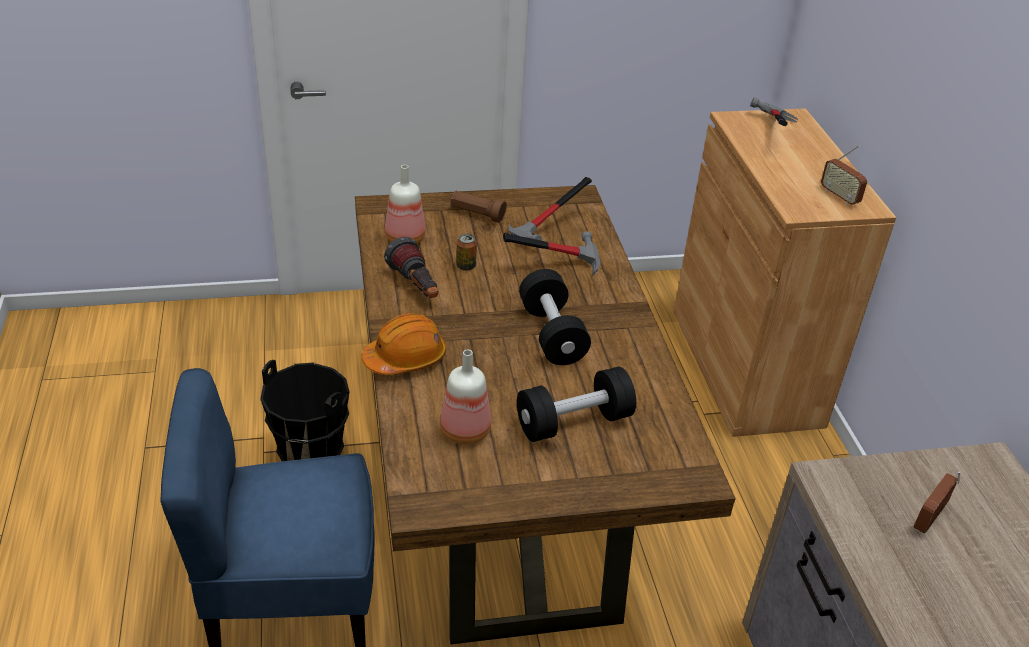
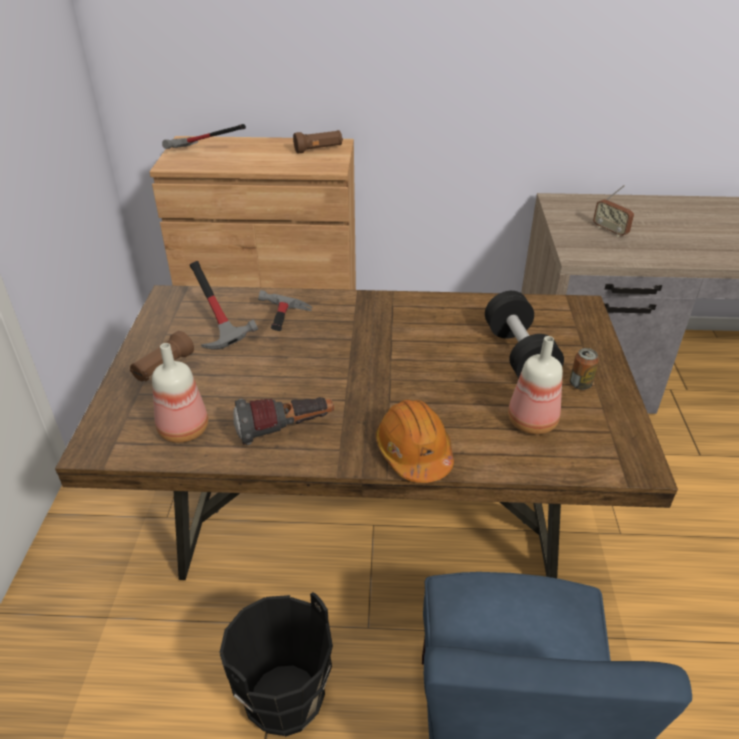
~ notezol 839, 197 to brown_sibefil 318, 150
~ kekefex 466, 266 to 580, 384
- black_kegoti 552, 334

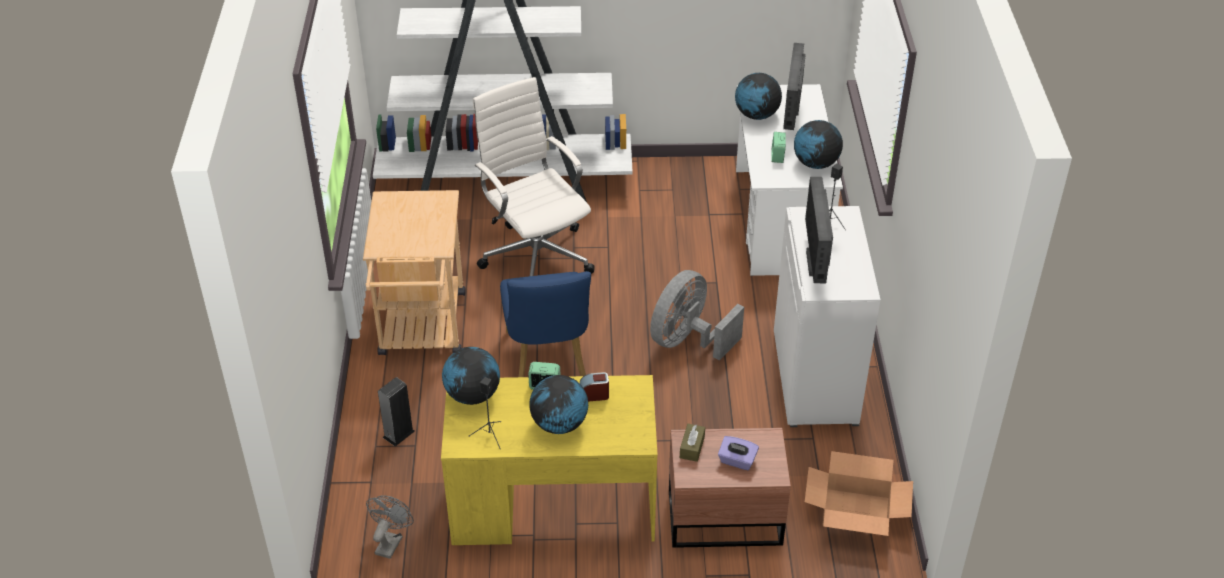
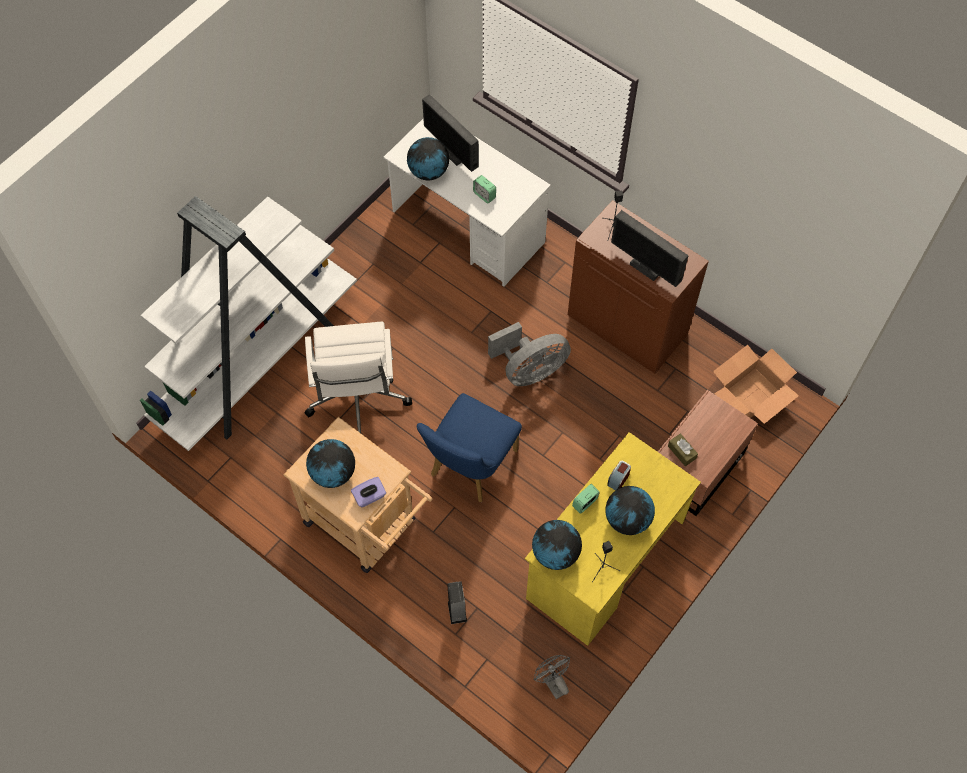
~ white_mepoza 536, 255 = 357, 398 105 degrees counterclockwise
~ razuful 815, 163 to 333, 473
~ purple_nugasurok 737, 461 to 369, 496
~ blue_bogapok 547, 359 = 469, 467 90 degrees clockwise
~ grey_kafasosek 688, 341 = 530, 370 105 degrees counterclockwise
~ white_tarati 816, 378 to brown_tarati 628, 325

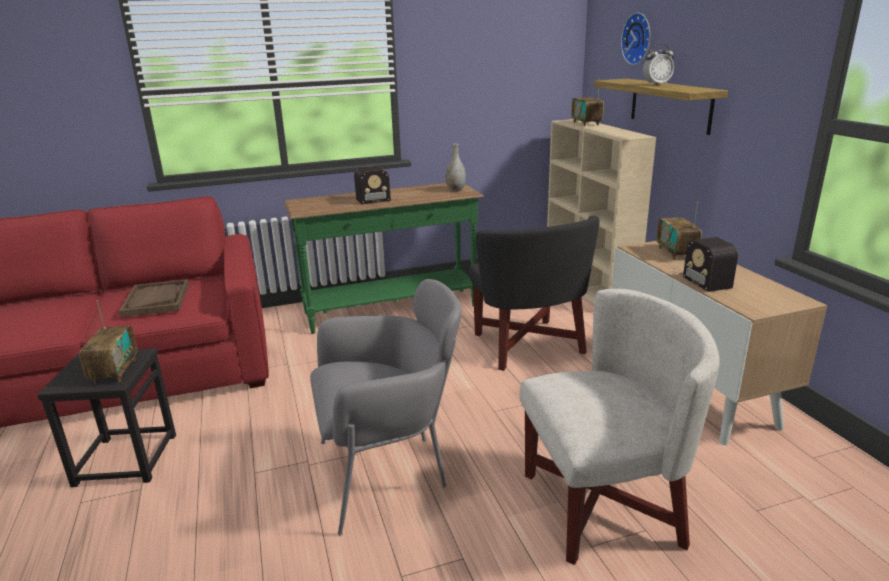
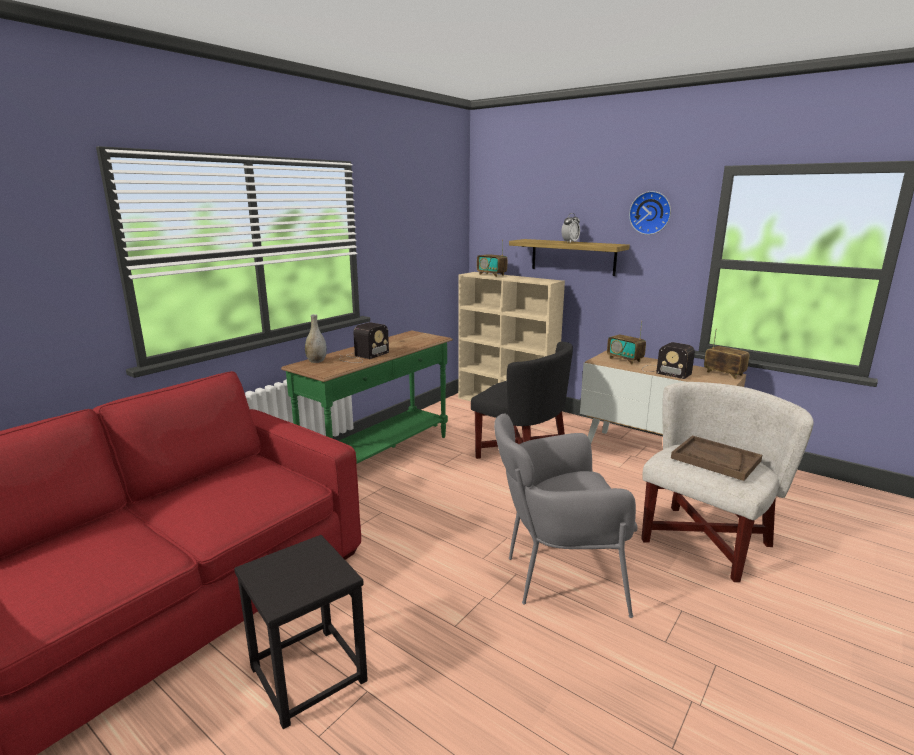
~ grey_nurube 456, 189 to 316, 361
~ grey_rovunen 389, 471 = 556, 577 135 degrees counterclockwise
~ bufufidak 638, 38 to 650, 213
~ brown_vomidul 156, 300 to 715, 459
~ notezol 114, 371 to 724, 373

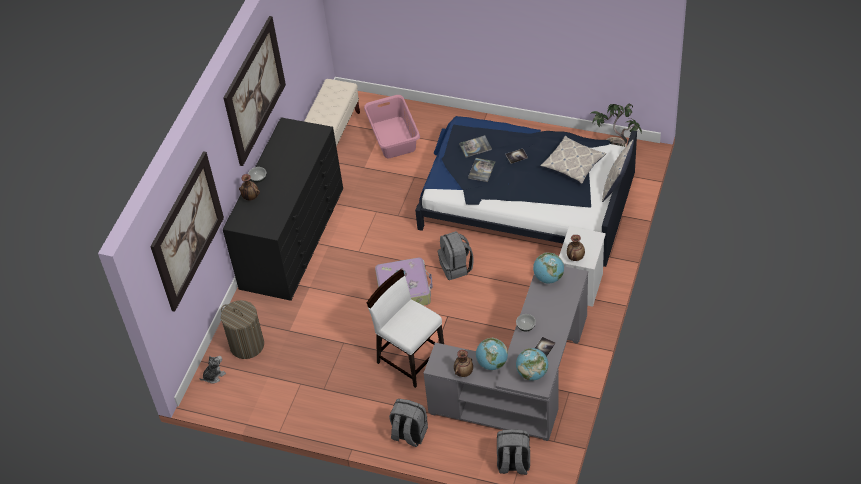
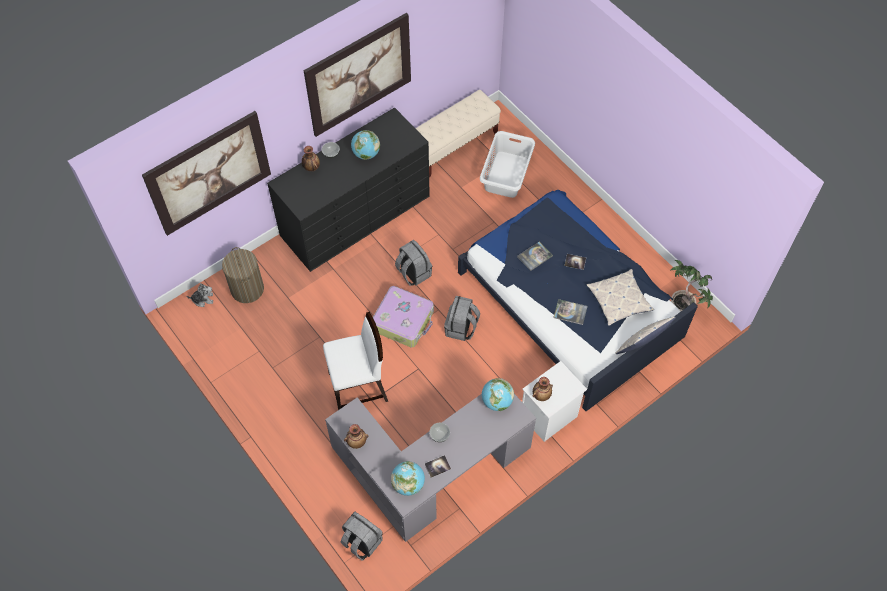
~ white_bogapok 410, 358 = 359, 387 90 degrees clockwise
~ razuful 492, 363 to 366, 154
~ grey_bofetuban 409, 434 to 413, 273
~ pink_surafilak 394, 137 to white_surafilak 507, 174
~ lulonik 475, 147 to 570, 312

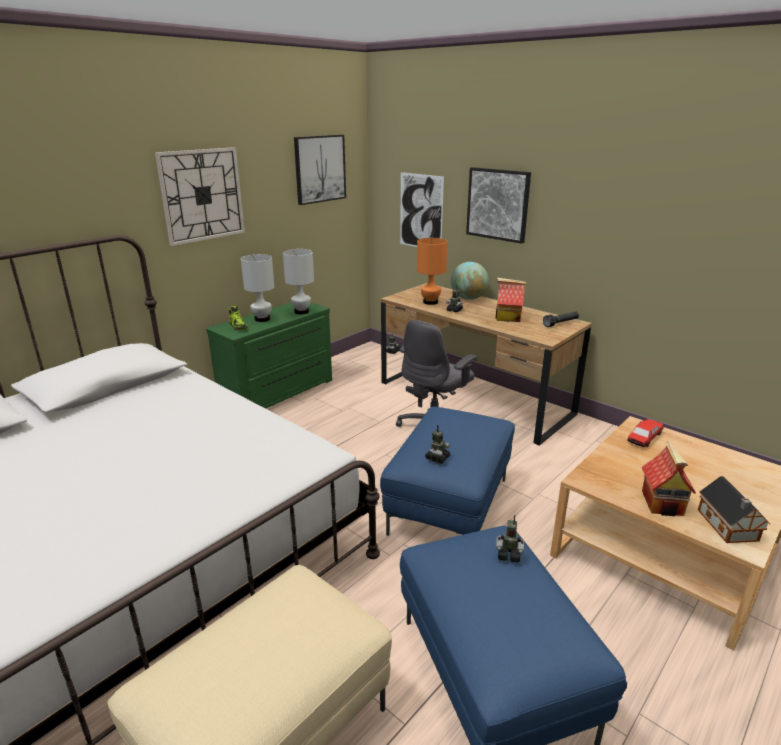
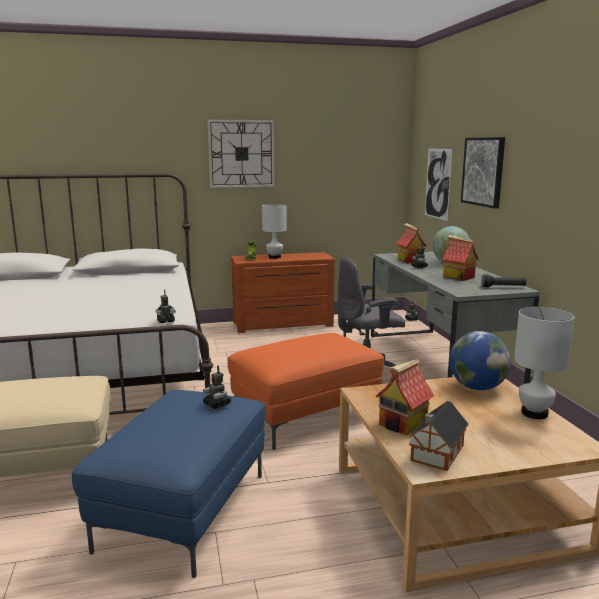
~ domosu 437, 458 to 165, 321
~ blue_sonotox 448, 505 to orange_sonotox 305, 416
~ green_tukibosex 279, 393 to brown_tukibosex 283, 325
~ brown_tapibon 474, 398 to grey_tapibon 437, 362
~ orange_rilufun 430, 302 to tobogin 409, 260
~ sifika 644, 438 to razuful 477, 387
~ white_rilufun 301, 311 to 535, 413
- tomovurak 319, 169

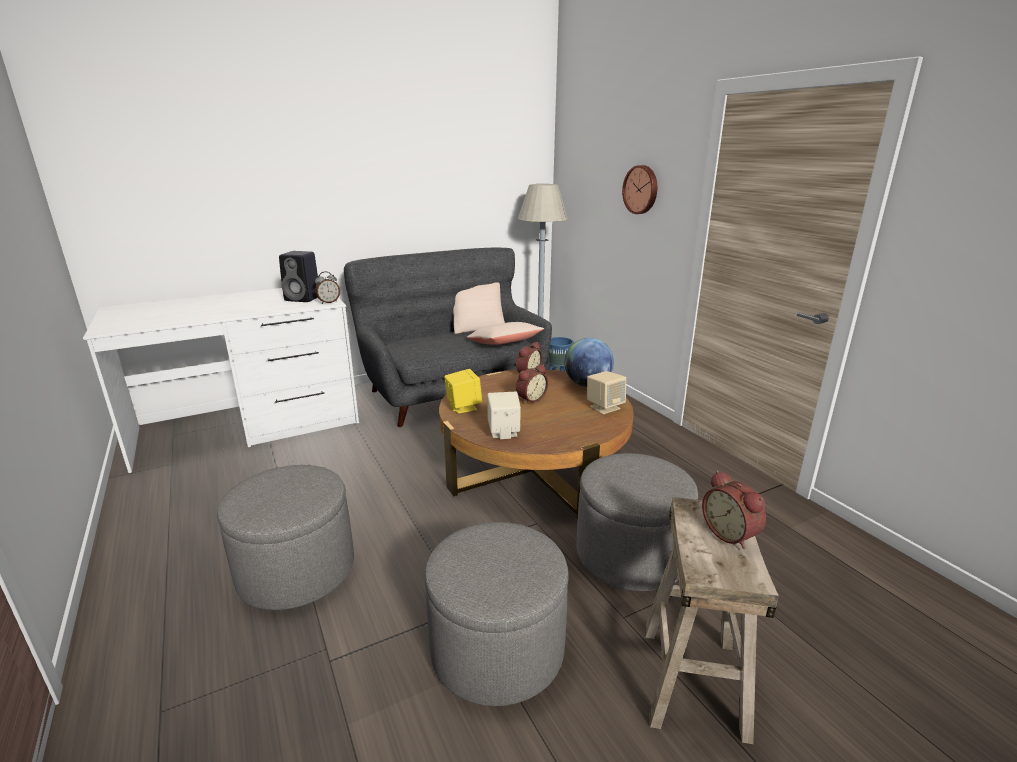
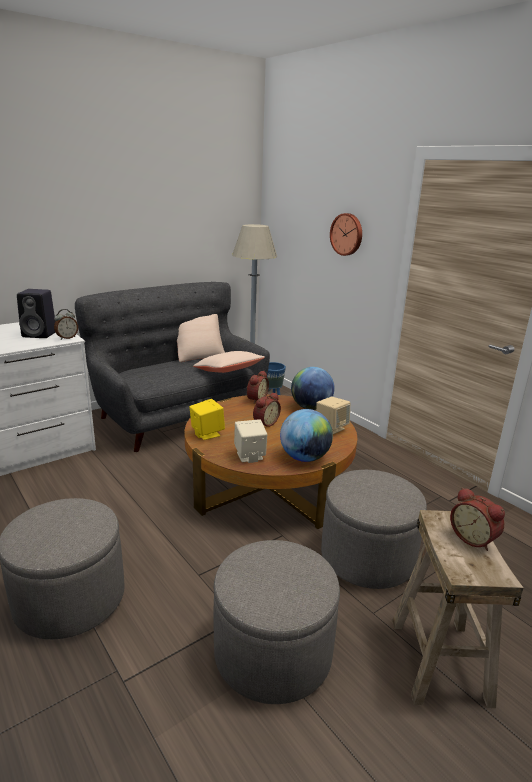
+ razuful 304, 458

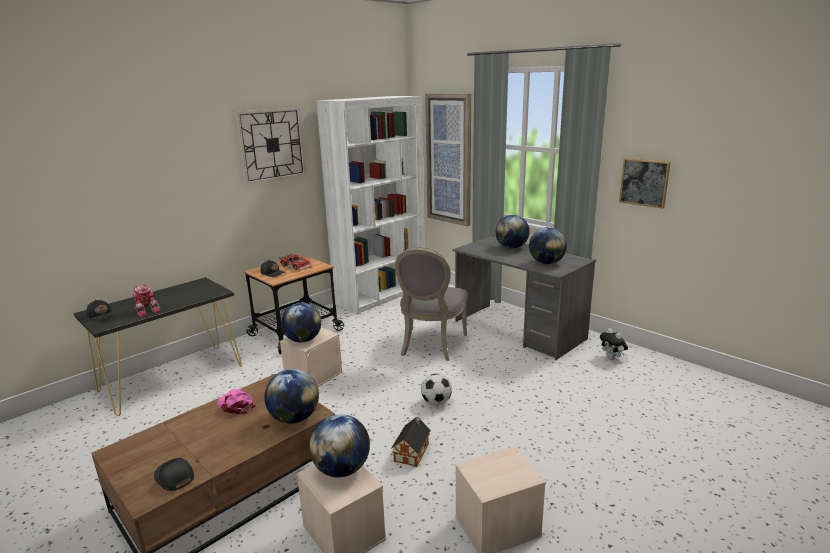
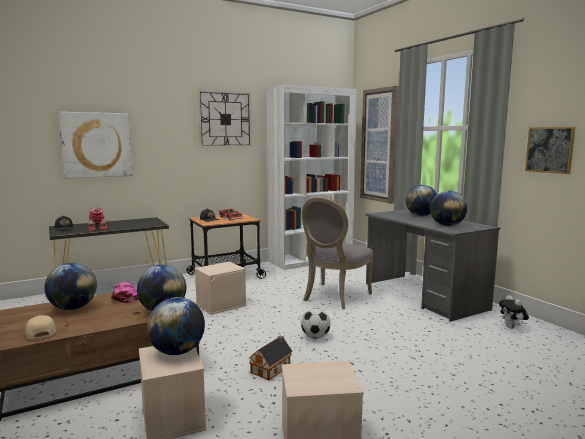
~ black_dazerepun 174, 478 to beige_dazerepun 39, 333
~ razuful 303, 340 to 73, 308
+ tomovurak 96, 145

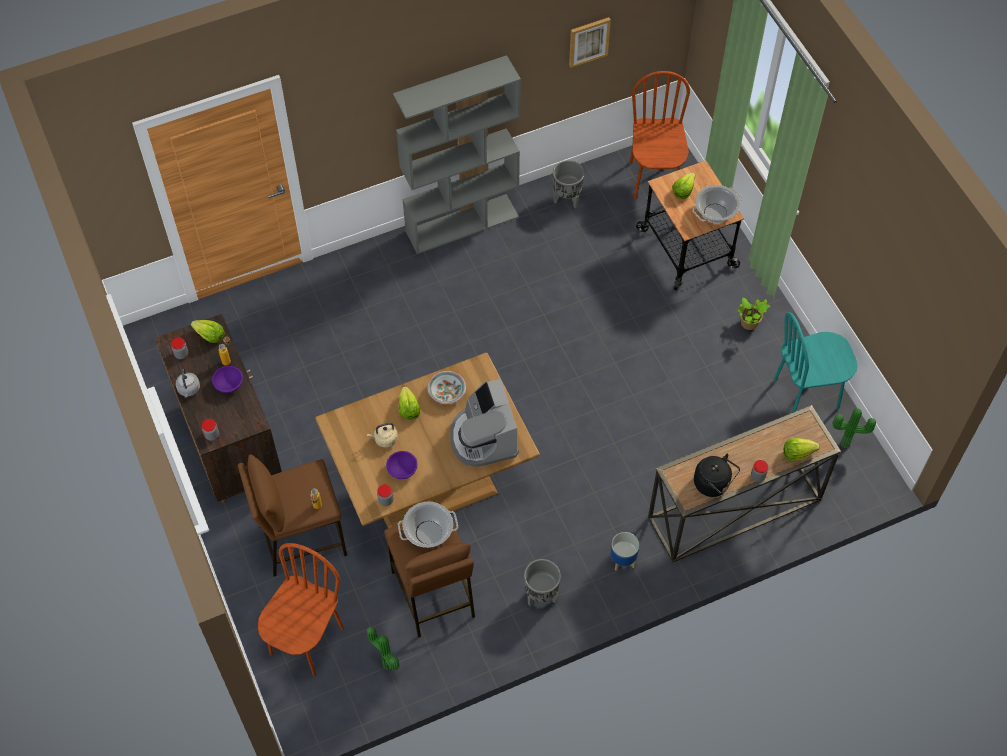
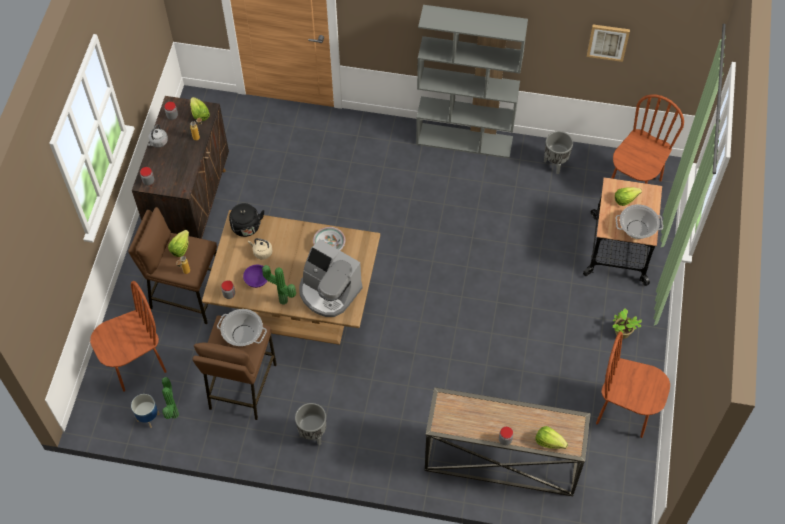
~ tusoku 623, 560 to 148, 418
~ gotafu 408, 409 to 180, 248
~ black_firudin 713, 484 to 246, 228
~ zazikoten 845, 445 to 282, 302
~ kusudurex 483, 438 = 329, 291 75 degrees counterclockwise
~ turquoise_bogapok 806, 394 to brown_bogapok 624, 411
- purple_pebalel 228, 384

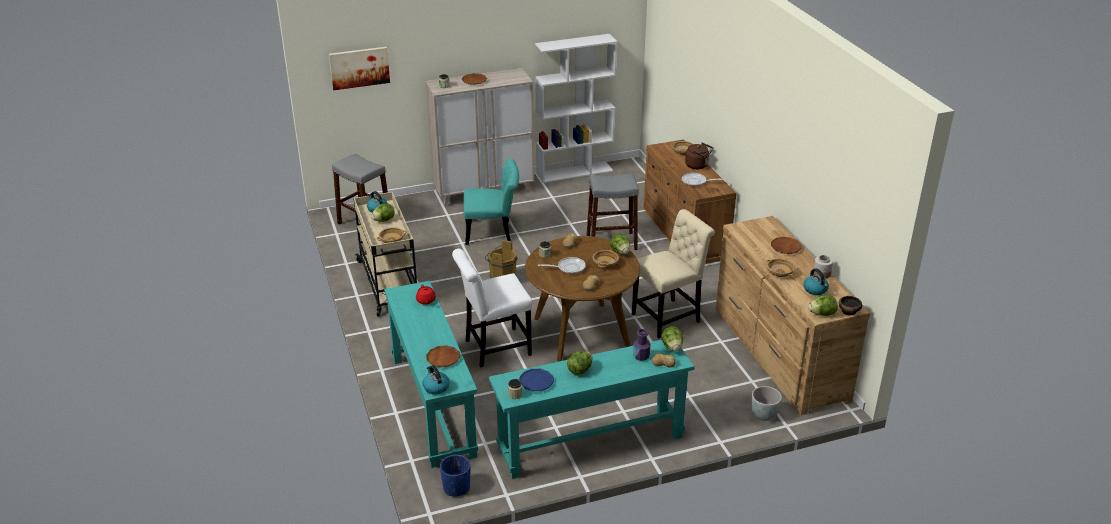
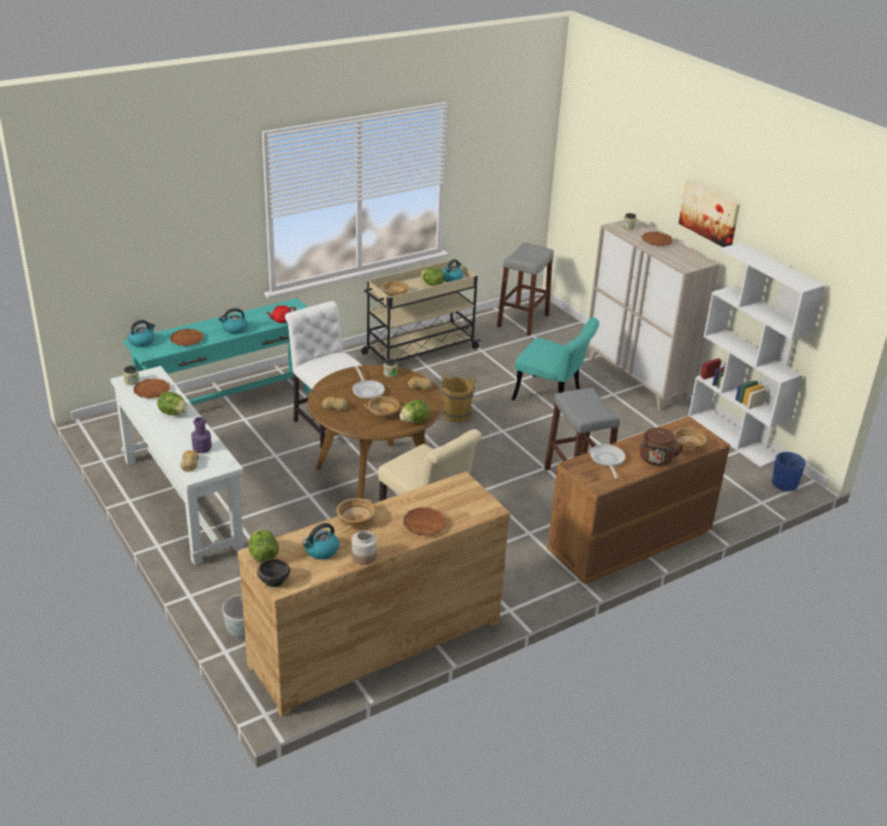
~ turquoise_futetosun 590, 442 to white_futetosun 181, 502
~ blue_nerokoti 536, 382 to brown_nerokoti 152, 391
+ firudin 234, 329
~ turquoise_bogapok 493, 232 = 552, 396 45 degrees counterclockwise
~ tomovurak 359, 67 to 709, 213
~ blue_tusoku 456, 488 to 784, 484
- gotafu 672, 347

